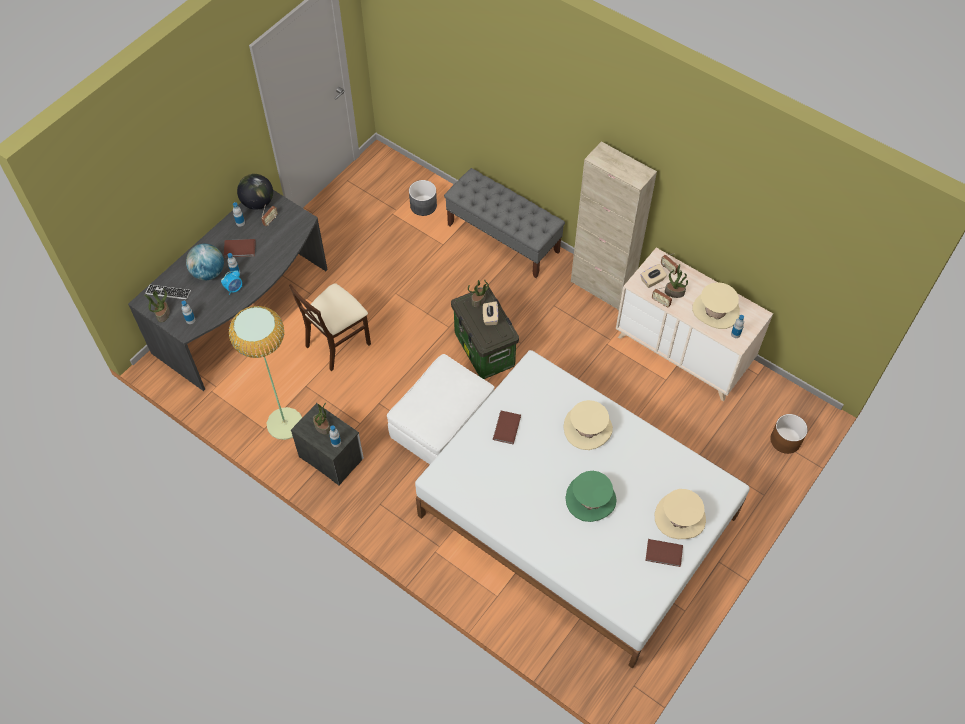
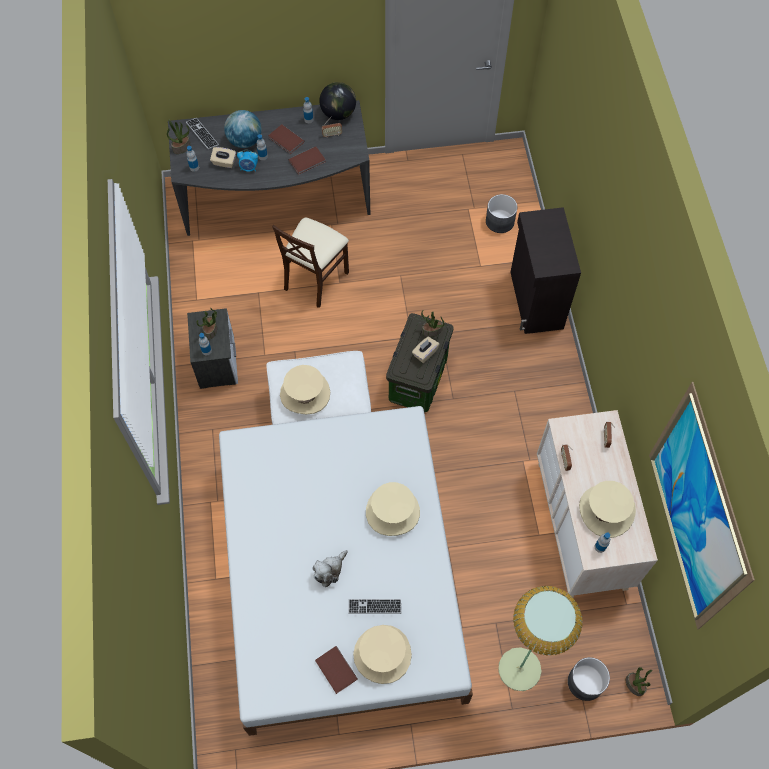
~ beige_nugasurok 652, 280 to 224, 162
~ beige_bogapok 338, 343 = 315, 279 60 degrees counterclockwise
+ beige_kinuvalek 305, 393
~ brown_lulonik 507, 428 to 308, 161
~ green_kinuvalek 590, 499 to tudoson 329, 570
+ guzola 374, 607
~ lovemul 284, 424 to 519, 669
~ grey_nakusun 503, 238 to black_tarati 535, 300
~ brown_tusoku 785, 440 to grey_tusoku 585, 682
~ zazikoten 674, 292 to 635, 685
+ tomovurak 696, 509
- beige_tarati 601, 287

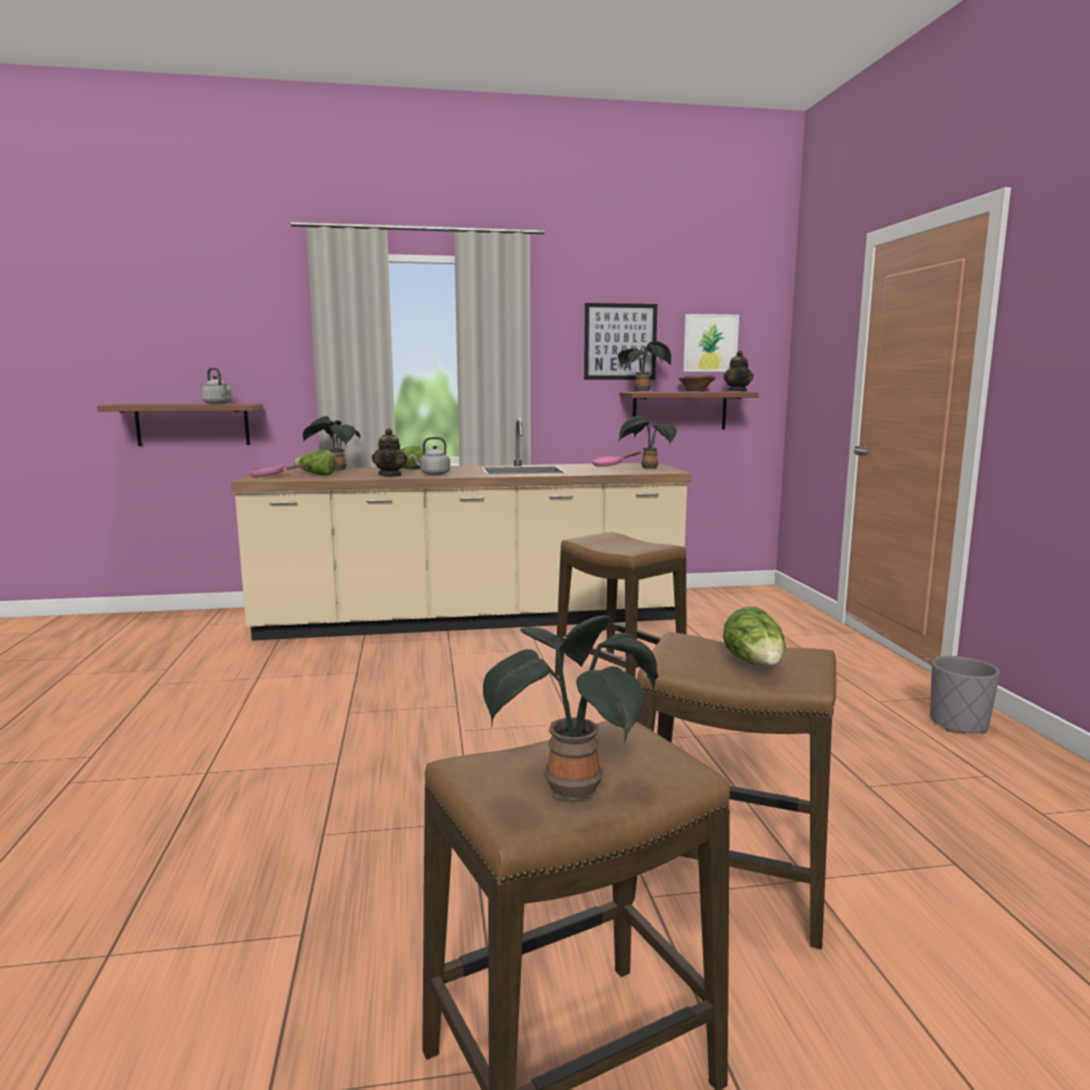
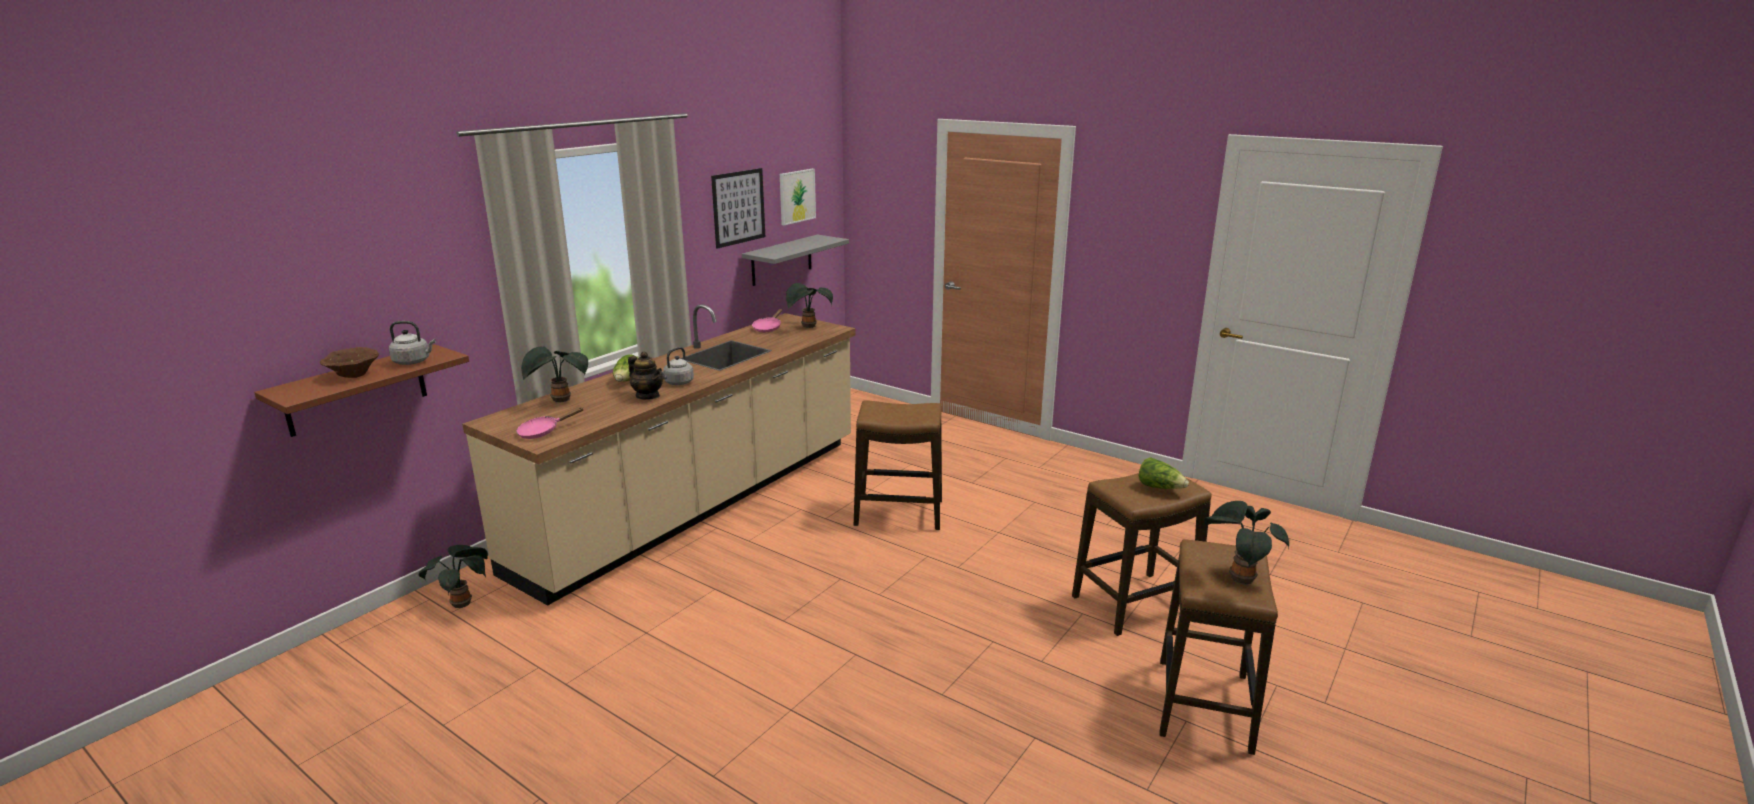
~ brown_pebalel 695, 391 to 353, 375
~ zazikoten 644, 391 to 463, 602
~ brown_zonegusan 679, 410 to grey_zonegusan 781, 260
- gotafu 316, 474
- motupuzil 737, 391
- grey_tusoku 958, 724

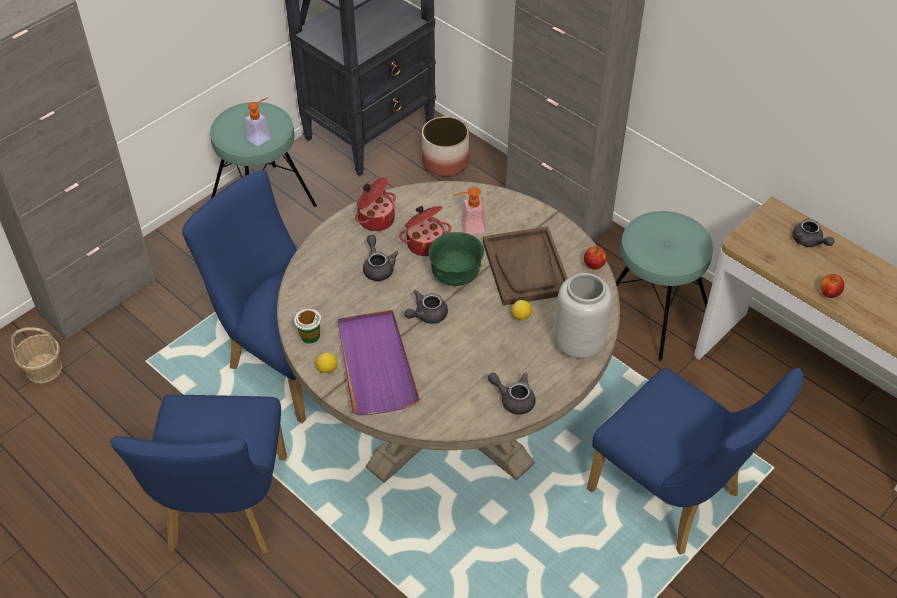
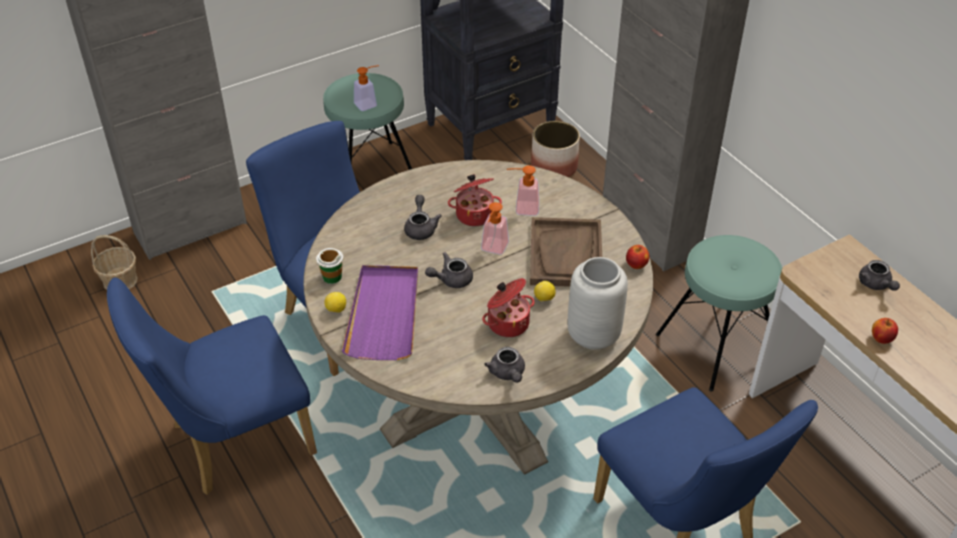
~ blue_bogapok 224, 512 = 233, 442 45 degrees clockwise
~ green_pebalel 455, 276 to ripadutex 493, 249
~ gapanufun 375, 219 to 507, 322
~ grey_motupuzil 513, 399 = 507, 374 150 degrees counterclockwise

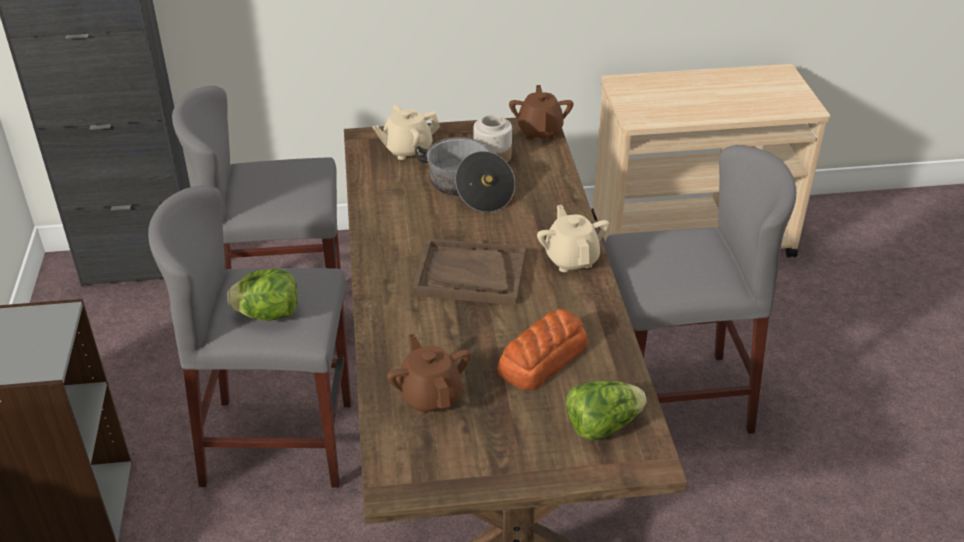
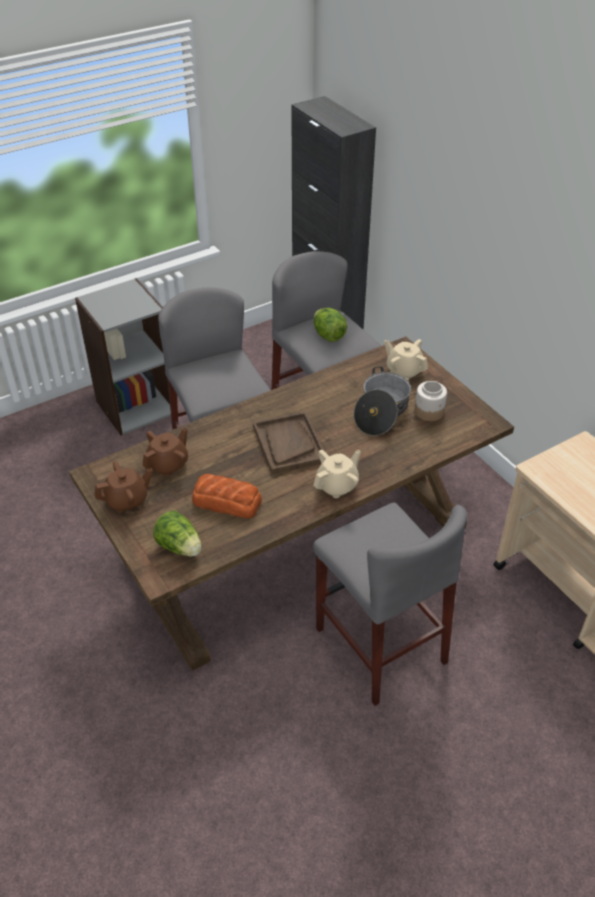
~ brown_motupuzil 540, 131 to 127, 500
~ gotafu 268, 314 to 328, 335

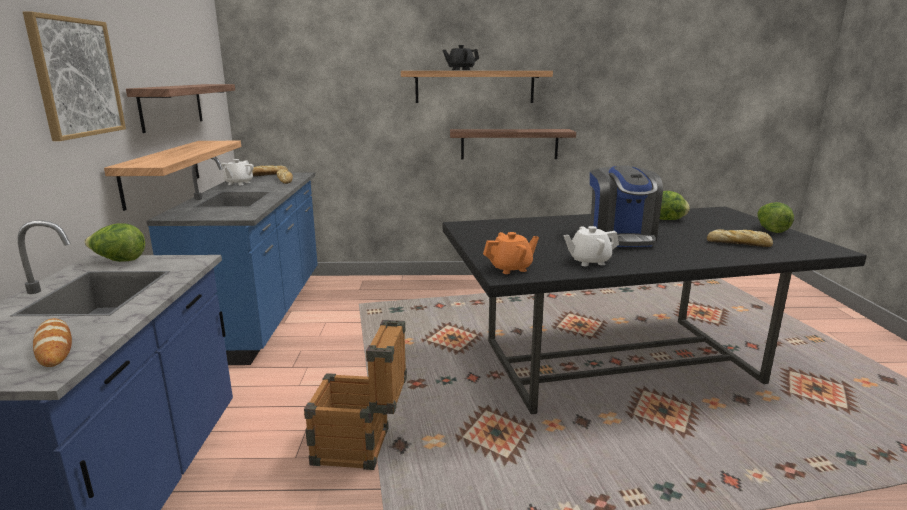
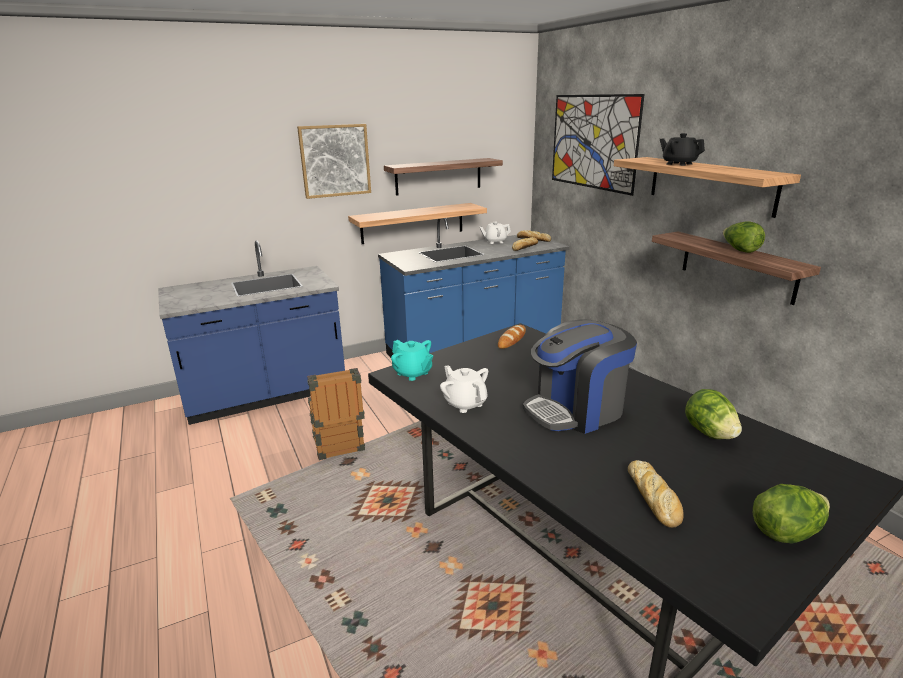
~ orange_motupuzil 511, 268 to turquoise_motupuzil 412, 373
~ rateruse 54, 347 to 512, 339
+ tomovurak 593, 142
~ gotafu 119, 260 to 739, 250

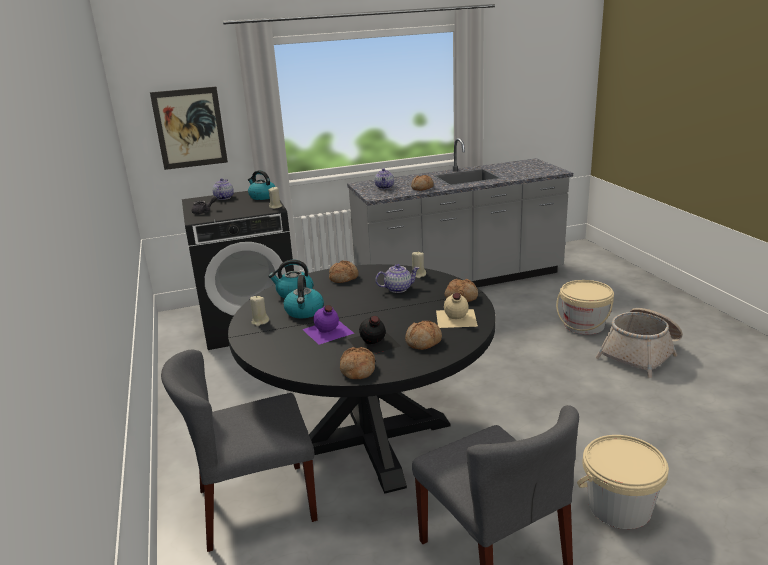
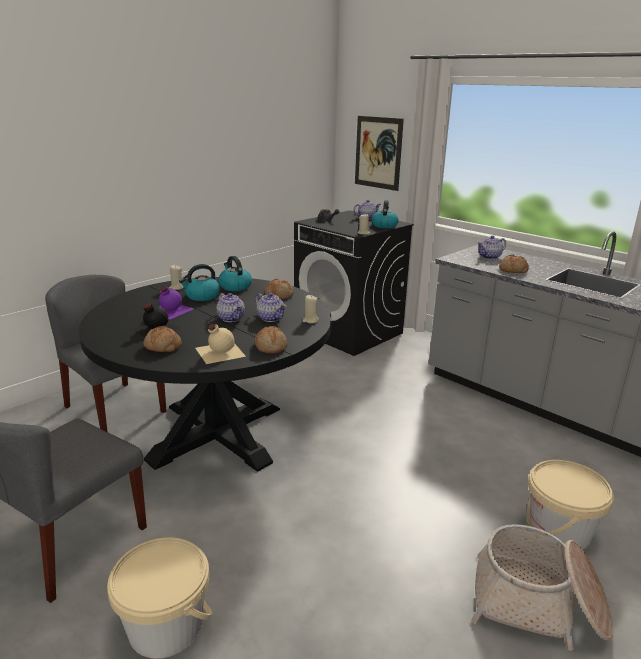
+ motupuzil 231, 318
- rateruse 357, 370

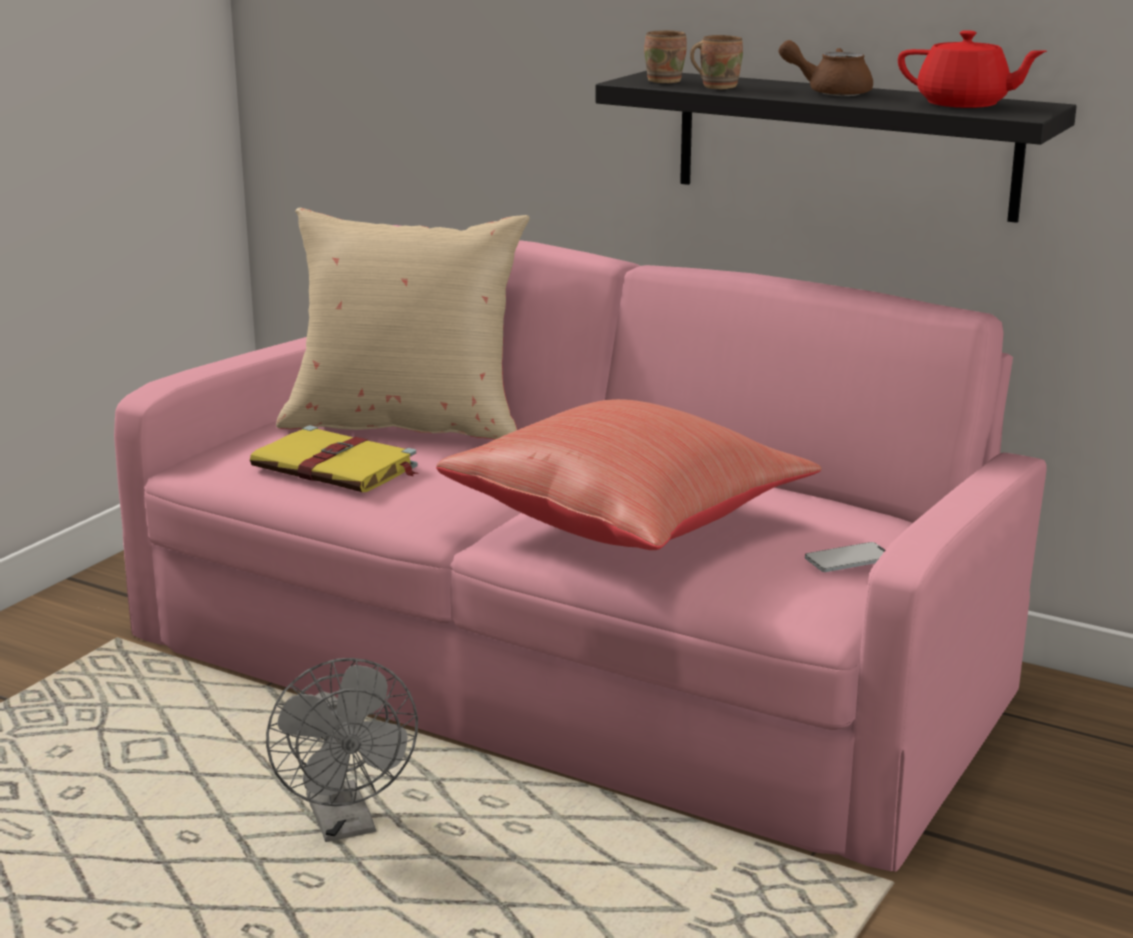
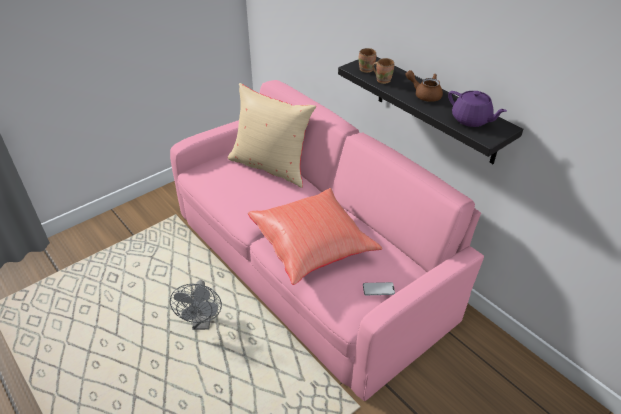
~ red_motupuzil 964, 104 to purple_motupuzil 471, 120
- yellow_lulonik 337, 467

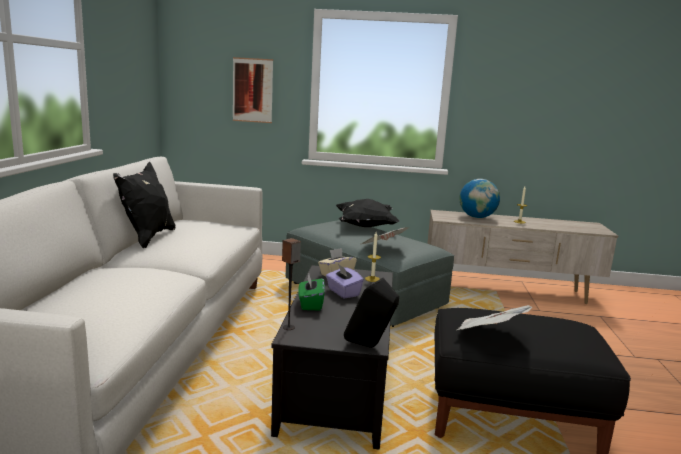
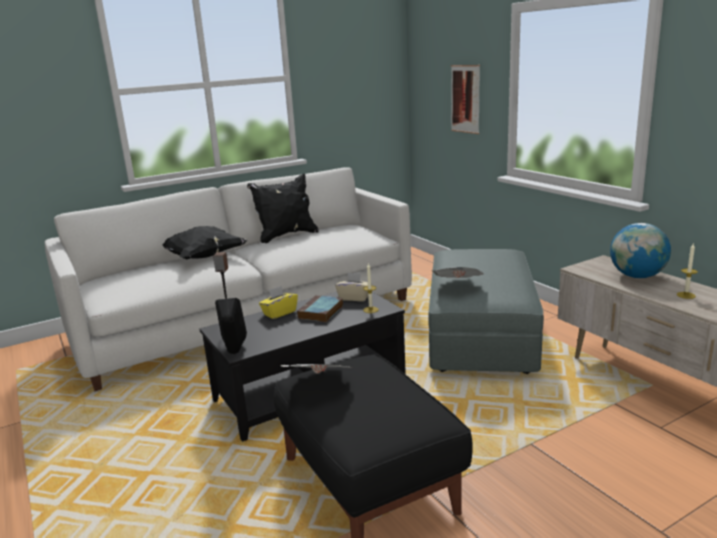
~ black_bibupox 365, 227 to 203, 257
~ green_nugasurok 310, 304 to yellow_nugasurok 279, 313
~ purple_nugasurok 343, 292 to lulonik 321, 312

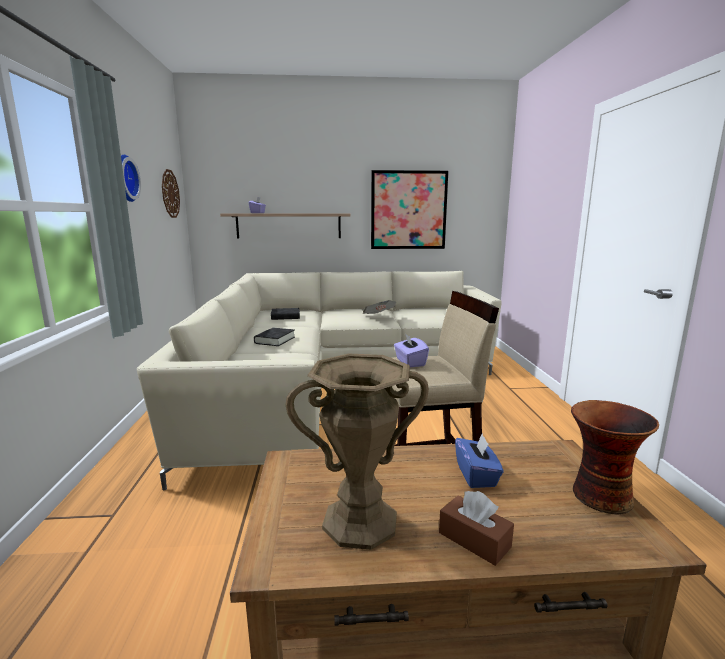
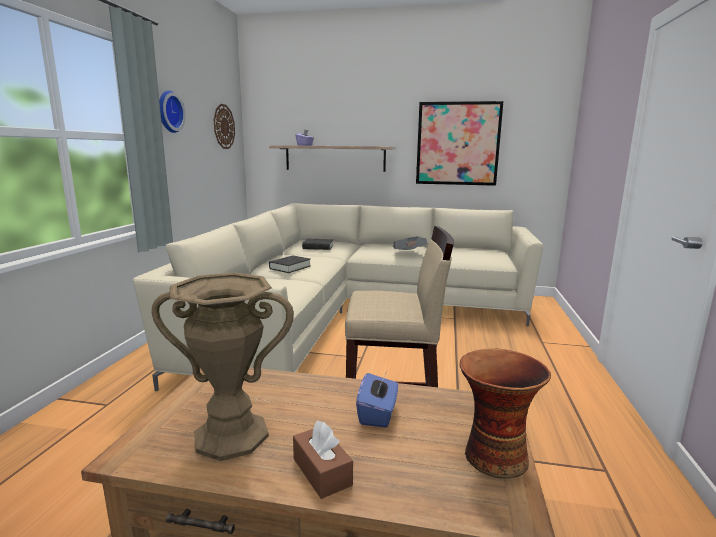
- purple_nugasurok 410, 362

